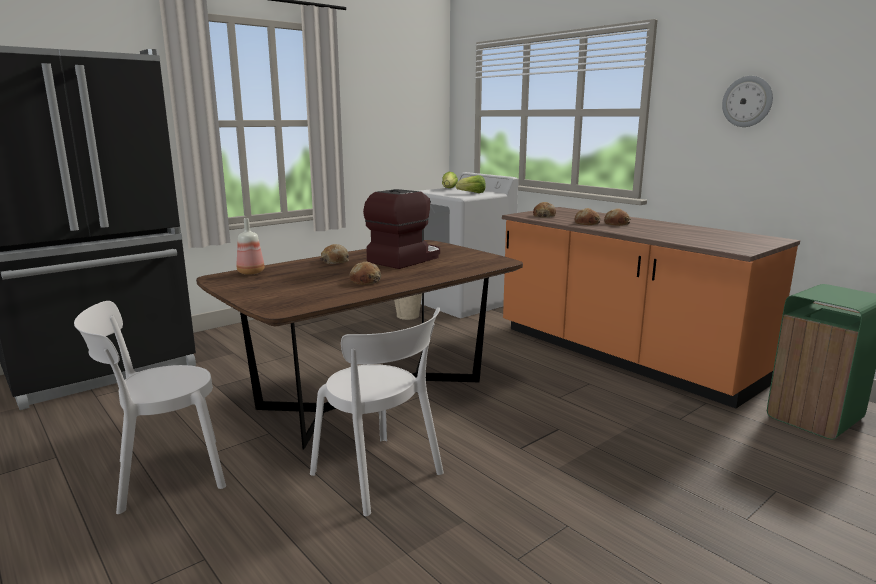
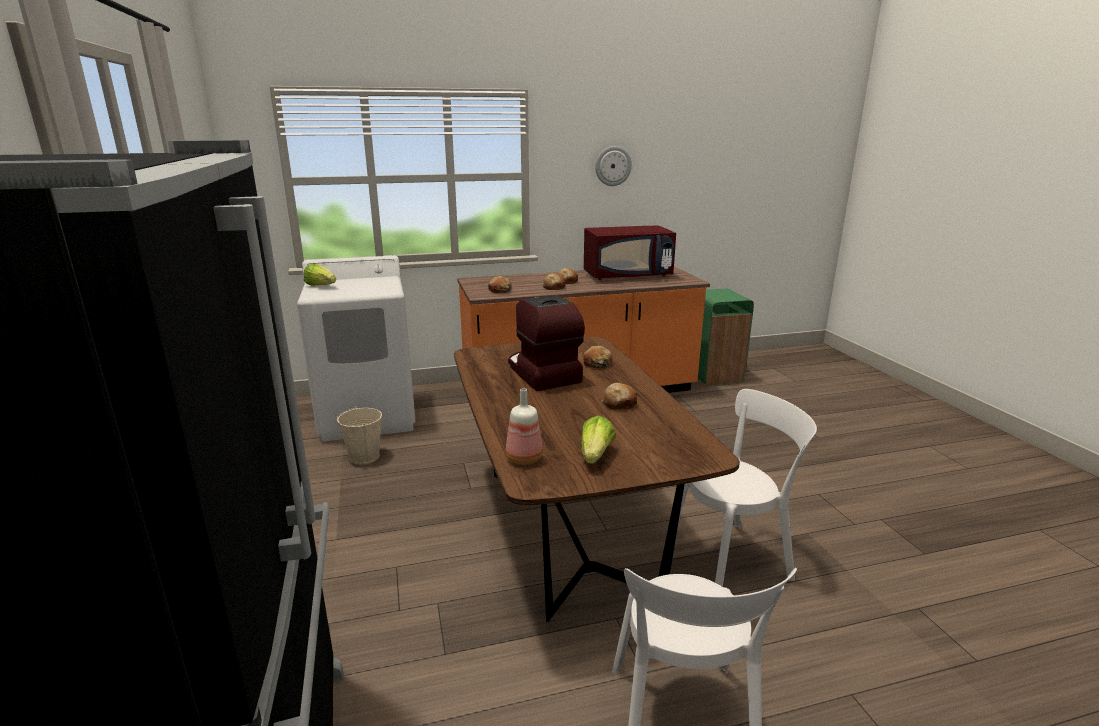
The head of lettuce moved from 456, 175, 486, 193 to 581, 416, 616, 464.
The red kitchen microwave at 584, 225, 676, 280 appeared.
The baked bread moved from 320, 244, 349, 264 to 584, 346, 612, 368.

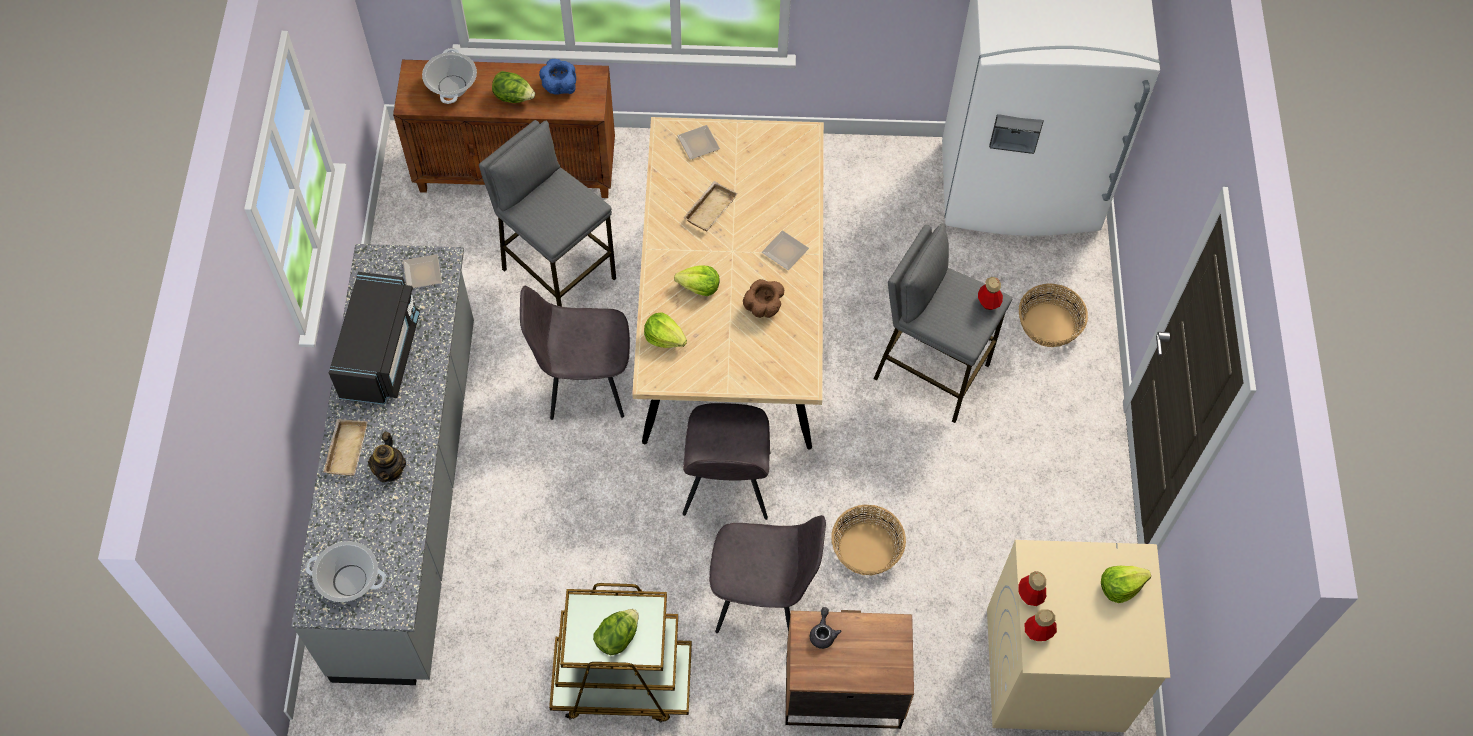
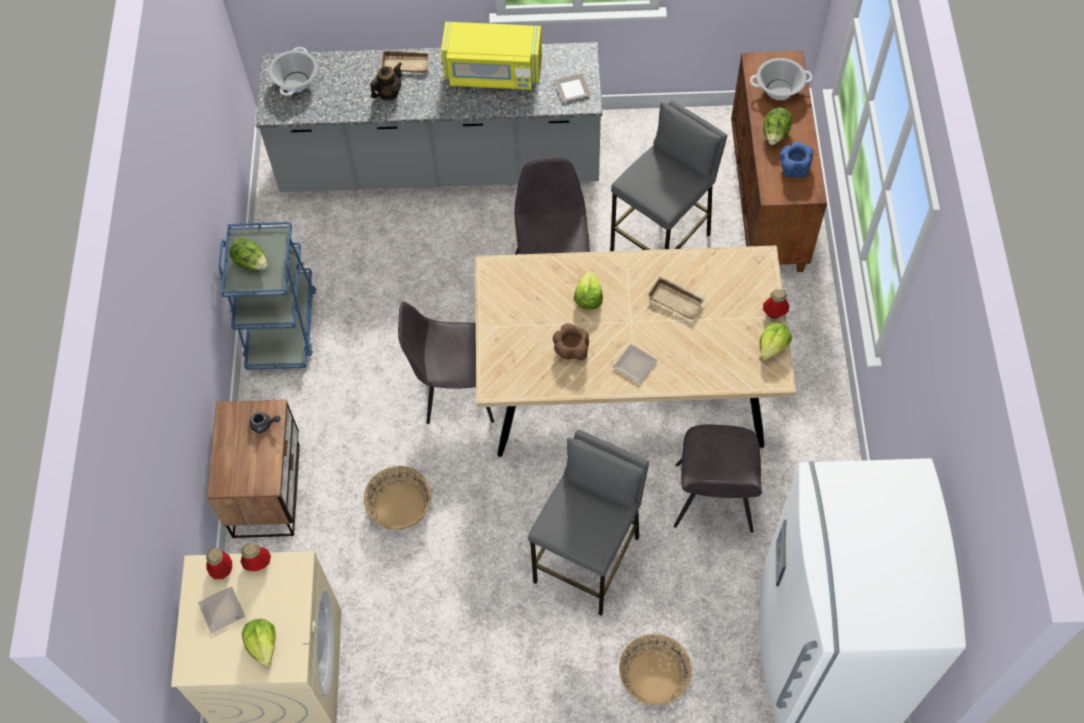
The flat dish moved from 677, 125, 720, 160 to 198, 586, 245, 634.
The brown wheeled cart at 549, 583, 692, 722 became the bluish wheeled cart at 219, 222, 317, 370.
The teapot at 368, 432, 406, 482 turned 135 degrees clockwise.
The black kitchen microwave at 329, 272, 420, 405 became the yellow kitchen microwave at 441, 22, 542, 90.
The greyish chair moved from 709, 515, 826, 633 to 674, 425, 762, 533.
The head of lettuce moved from 644, 312, 687, 348 to 759, 322, 792, 360.
The drink bottle moved from 978, 277, 1003, 310 to 763, 289, 789, 318.

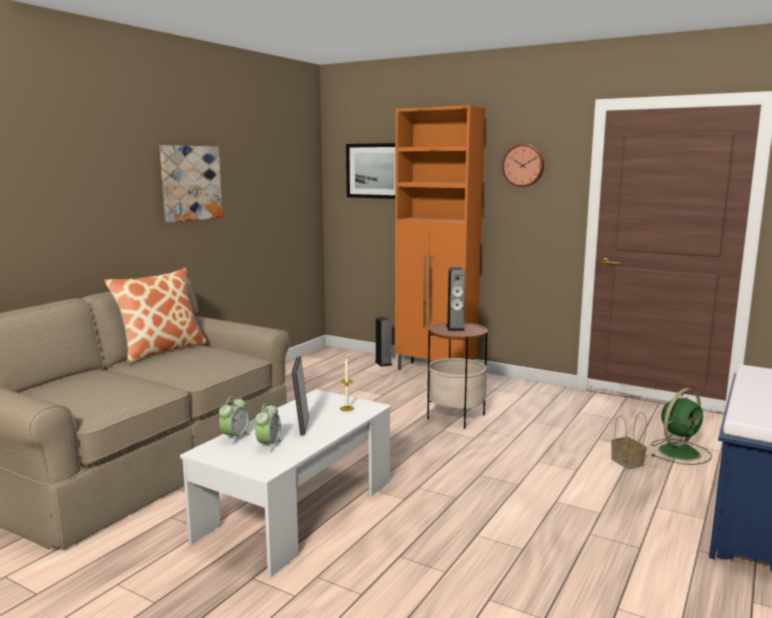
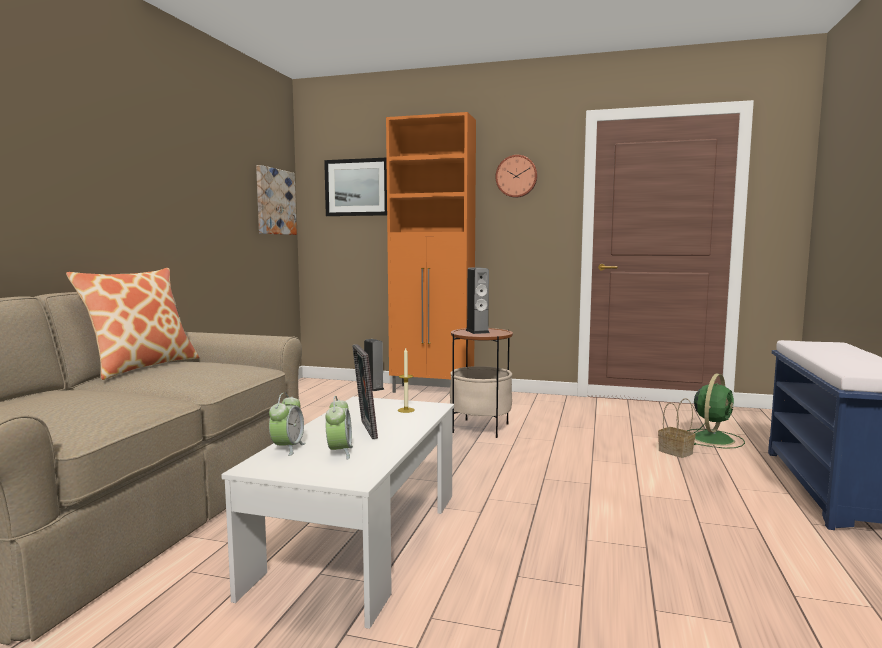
The wall art moved from 160, 145, 223, 223 to 256, 165, 297, 235.

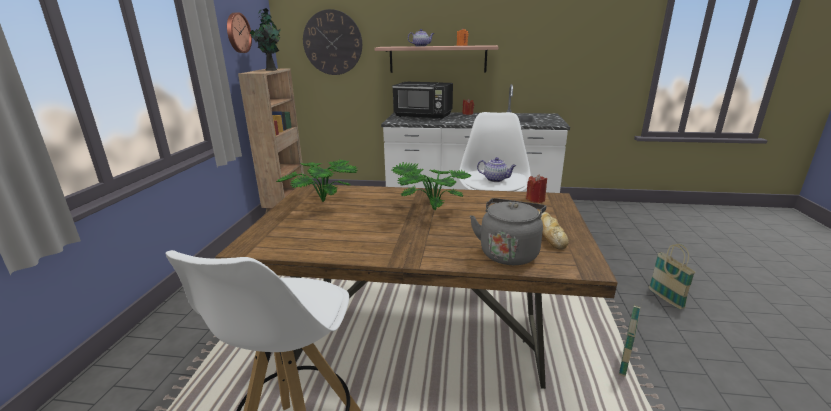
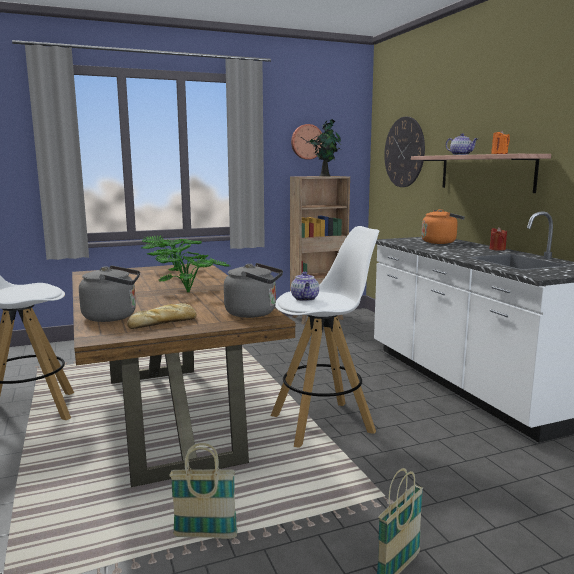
The red candle at 526, 174, 547, 203 was replaced by the greyish kettle at 224, 263, 283, 318.
The black kitchen microwave at 392, 82, 453, 119 was replaced by the orange-coloured kettle at 422, 209, 465, 244.

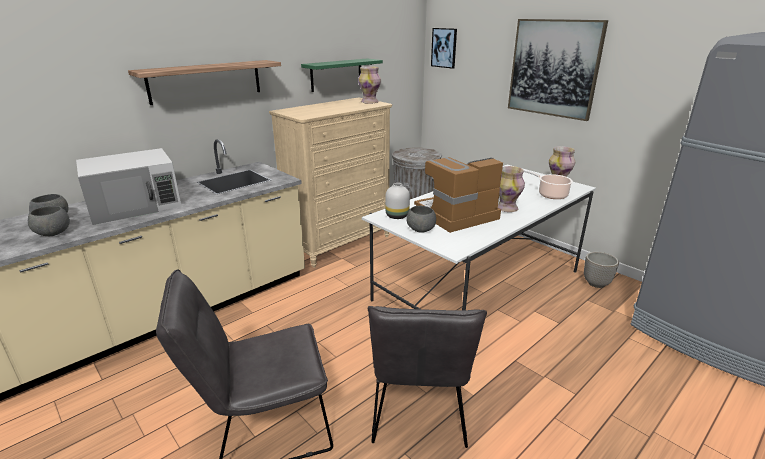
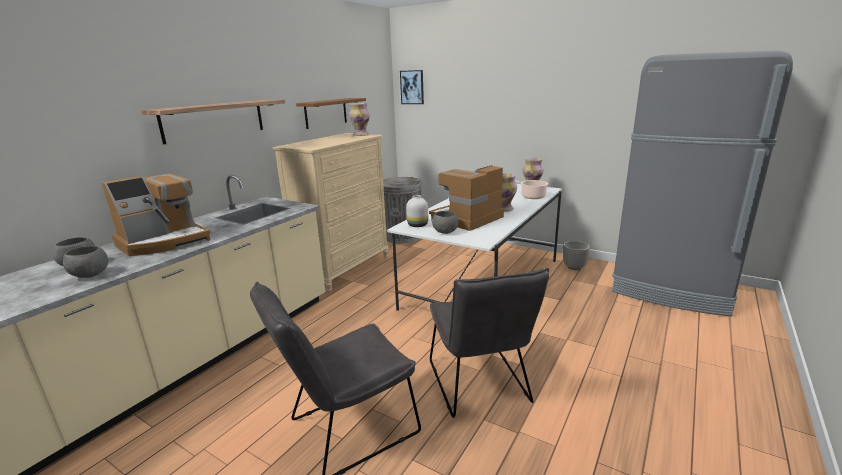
The white-coloured kitchen microwave at 76, 148, 181, 225 was replaced by the coffee machine at 102, 173, 210, 256.
The green shelf at 301, 58, 383, 92 became the brown shelf at 296, 98, 366, 129.
The wall art at 508, 19, 608, 121 disappeared.

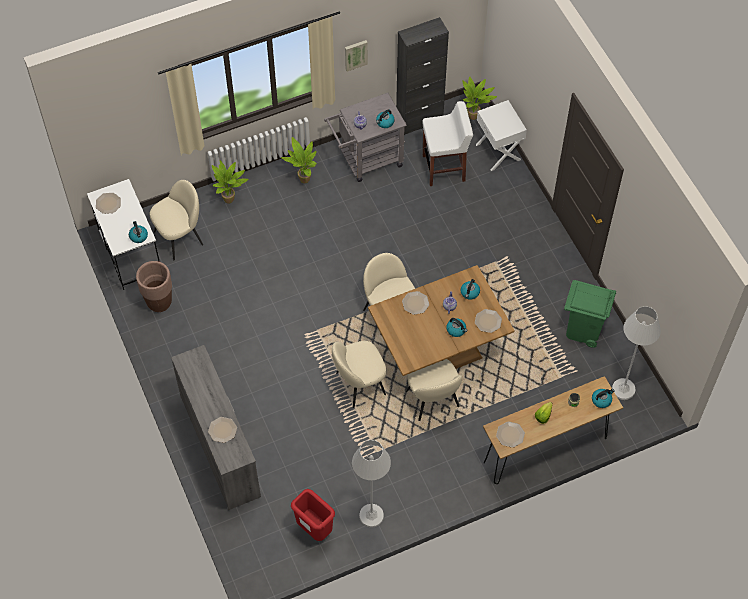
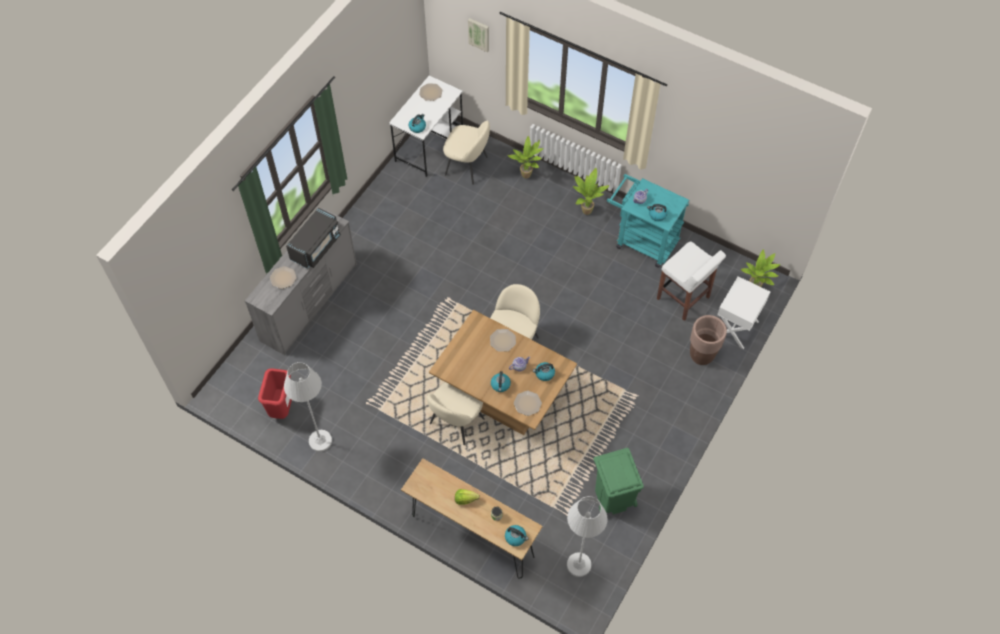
The black kitchen microwave at 286, 207, 341, 269 appeared.
The wall art moved from 345, 40, 368, 72 to 468, 18, 489, 52.
The greyish wheeled cart at 324, 93, 407, 182 became the turquoise wheeled cart at 607, 174, 689, 268.
The brown flower pot moved from 136, 261, 172, 312 to 690, 315, 727, 365.
The sand-coloured chair at 332, 341, 387, 408 disappeared.
The black storage cabinet at 396, 17, 449, 135 disappeared.
The flat dish at 496, 421, 525, 448 disappeared.

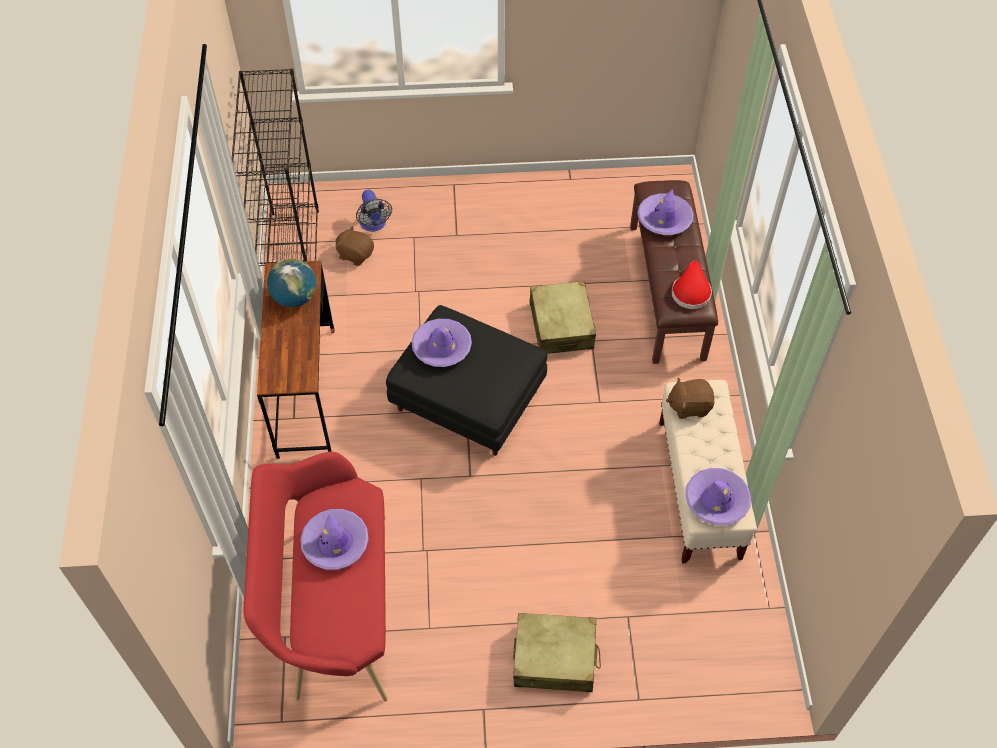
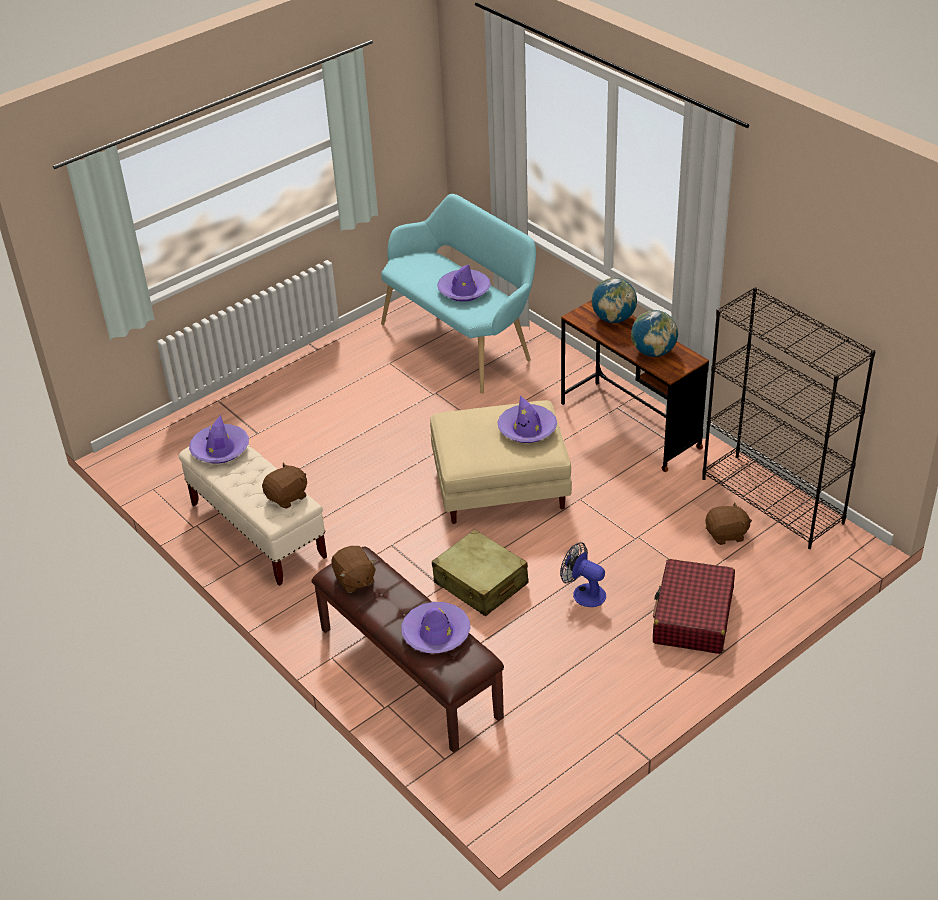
The red hat at 672, 260, 712, 309 was replaced by the brown soft toy at 332, 546, 376, 593.
The red indoor bench at 244, 452, 388, 702 became the turquoise indoor bench at 381, 194, 536, 394.
The black ottoman at 386, 305, 547, 456 became the sand-coloured ottoman at 430, 400, 572, 524.
The cooling fan moved from 356, 190, 392, 232 to 560, 542, 606, 607.
The world globe at 592, 278, 637, 323 appeared.
The red suitcase at 653, 559, 735, 654 appeared.
The sand-coloured suitcase at 513, 613, 601, 692 disappeared.

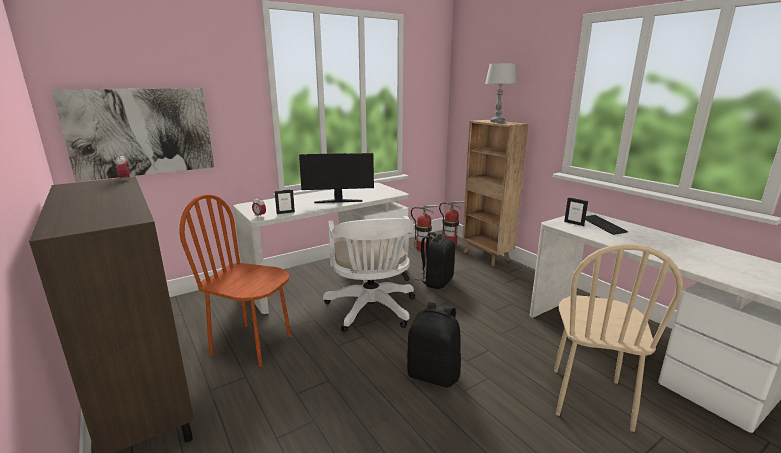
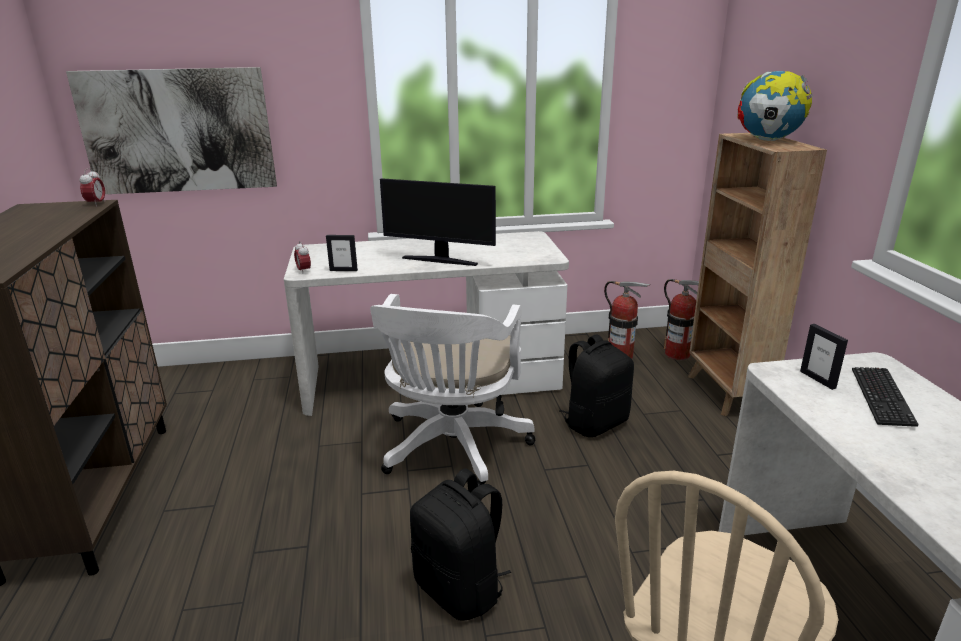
The greyish lamp for a table at 485, 63, 517, 123 was replaced by the world globe at 737, 71, 813, 141.
The brown chair at 180, 194, 291, 367 disappeared.

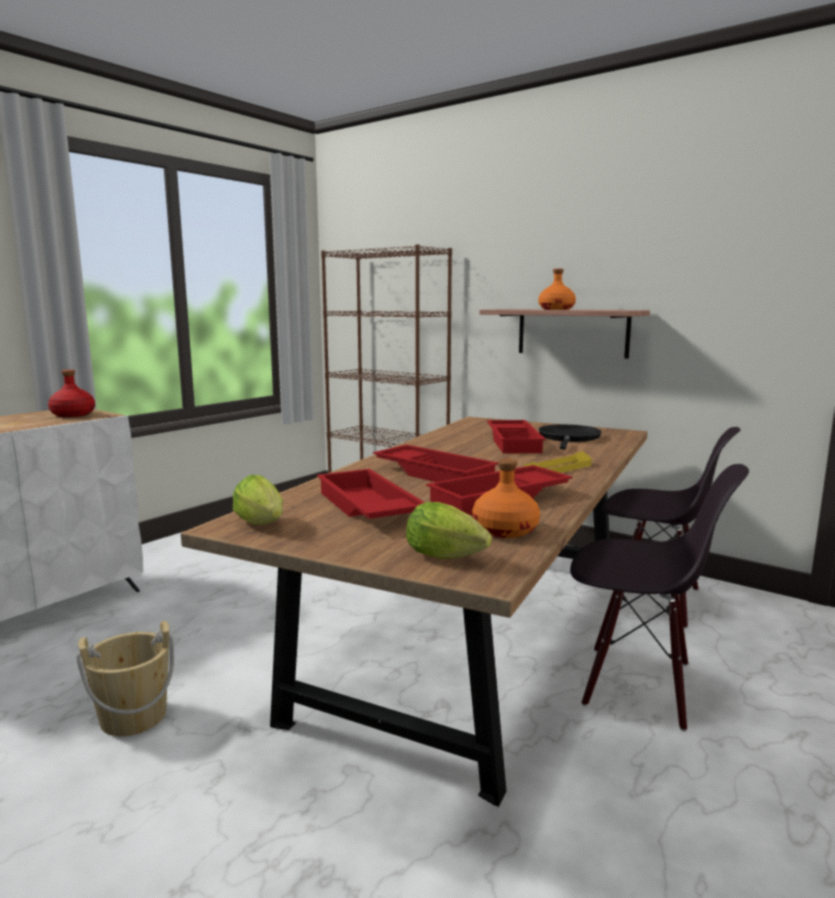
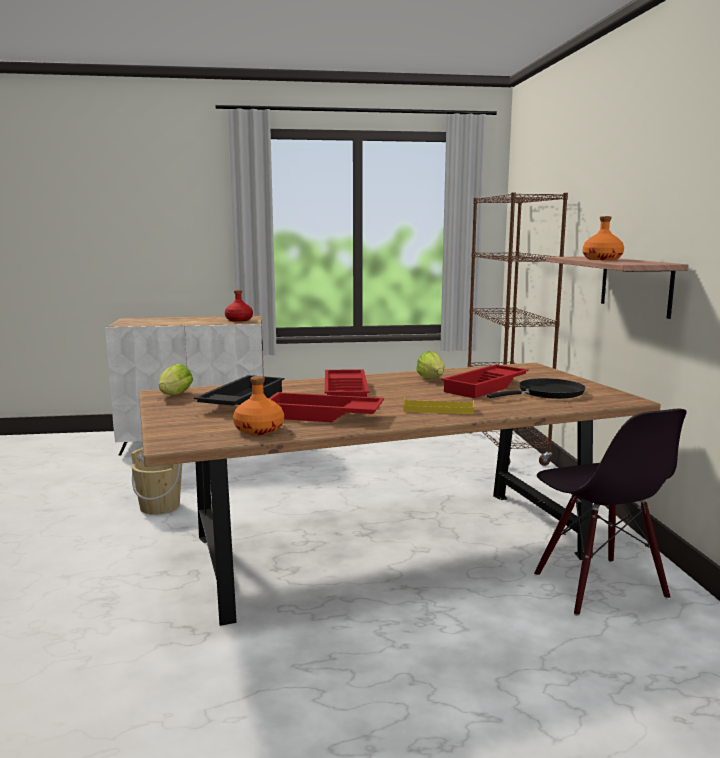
The red tray at 317, 469, 425, 519 became the black tray at 194, 375, 284, 406.
The head of lettuce moved from 406, 502, 492, 559 to 416, 351, 445, 379.
The black chair at 570, 464, 749, 731 disappeared.

